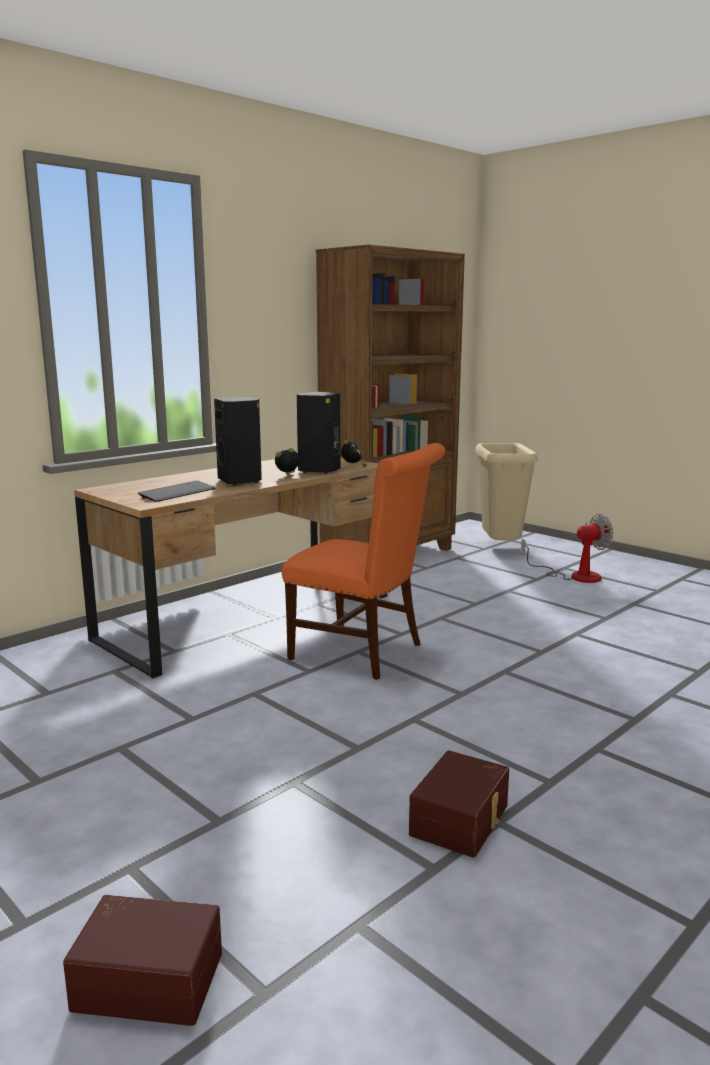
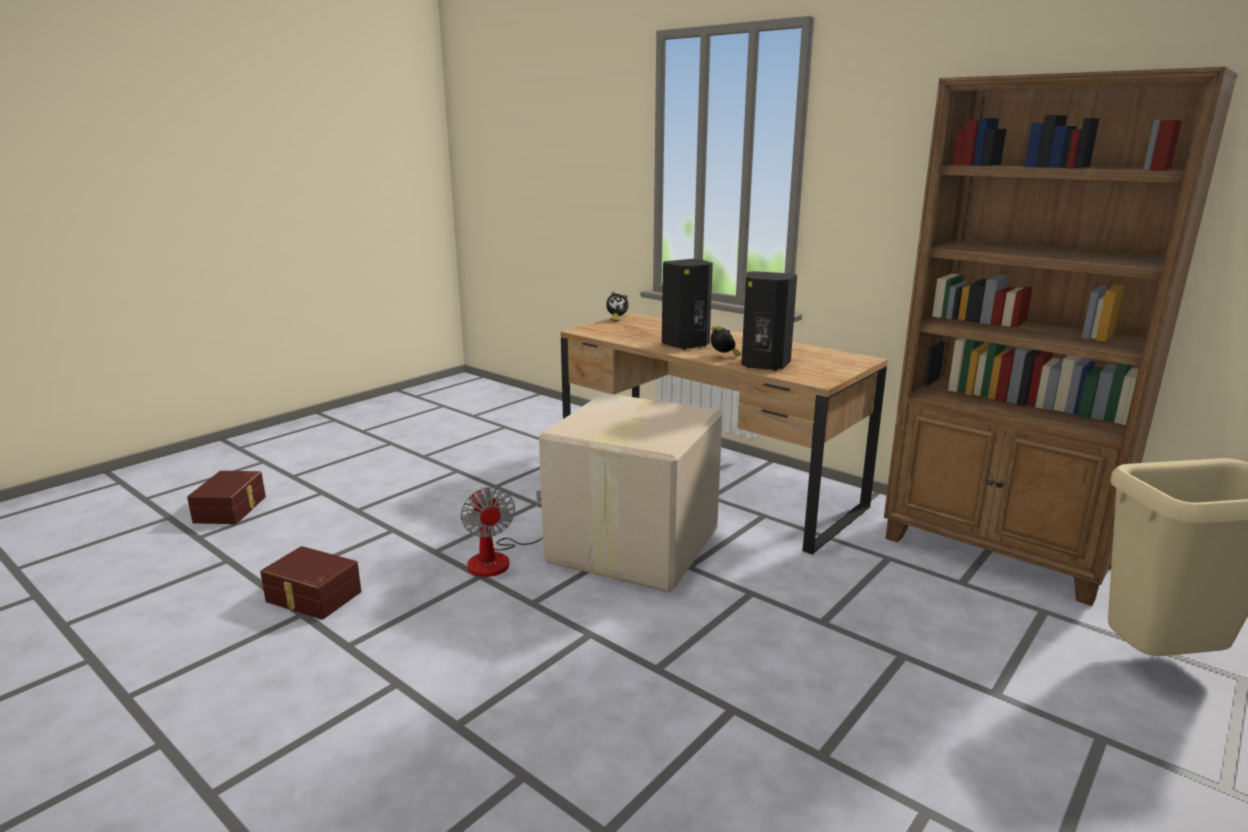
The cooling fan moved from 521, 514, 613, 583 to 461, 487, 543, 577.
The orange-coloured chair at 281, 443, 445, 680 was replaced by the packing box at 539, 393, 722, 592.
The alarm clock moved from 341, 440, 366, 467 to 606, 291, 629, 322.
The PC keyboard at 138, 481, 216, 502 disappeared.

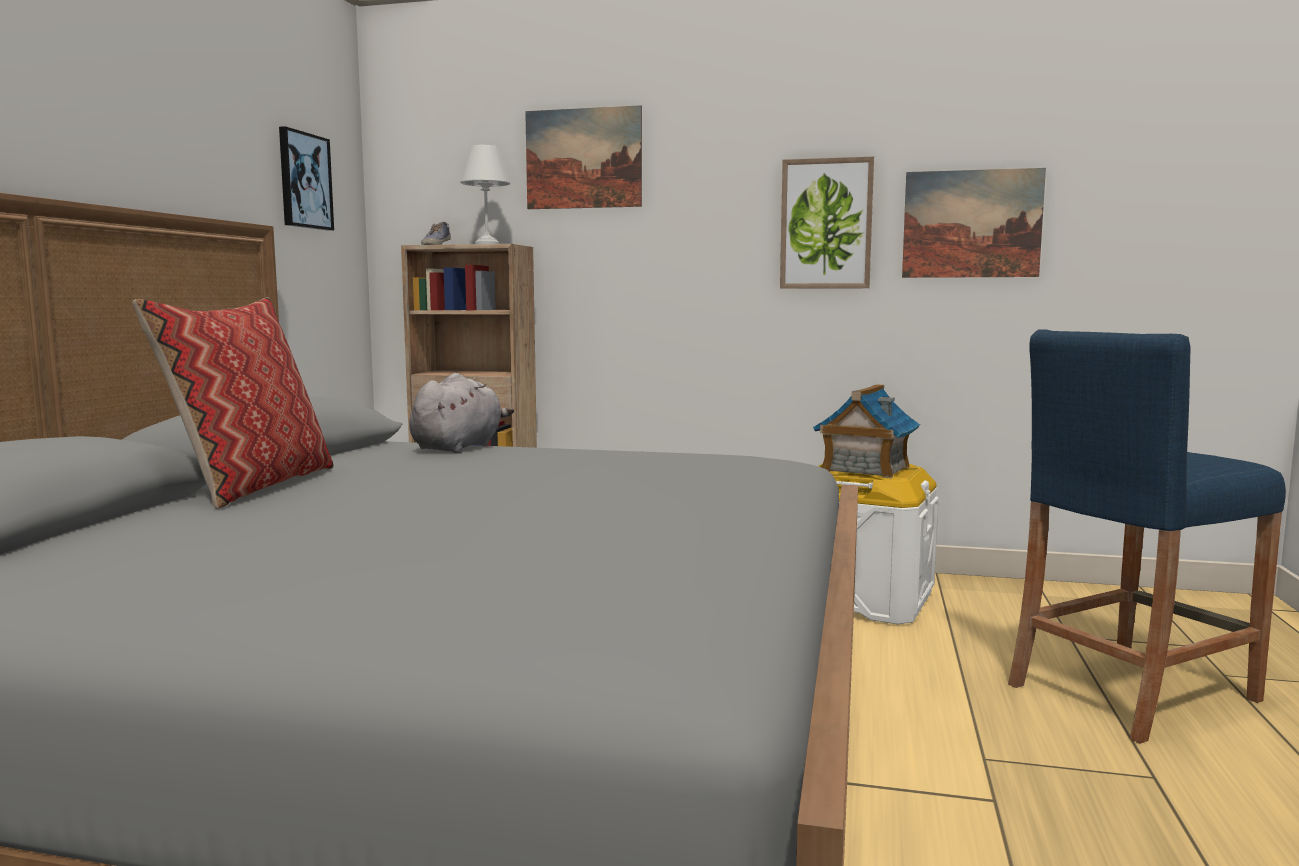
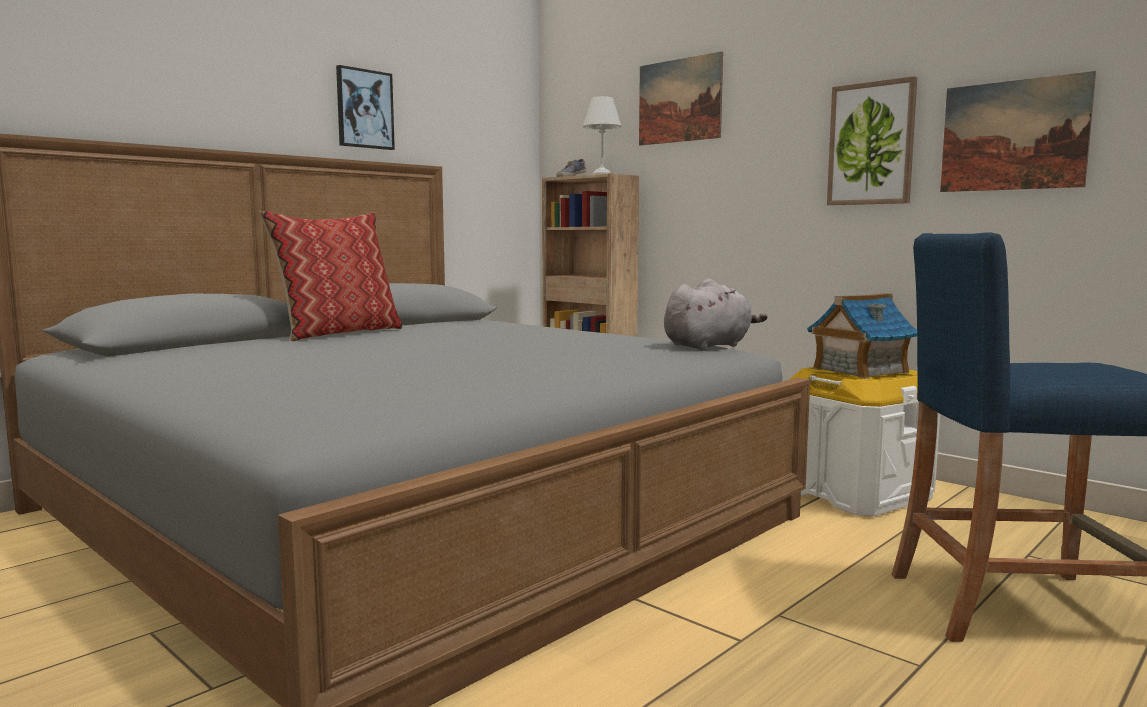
The wall art moved from 279, 126, 334, 231 to 336, 65, 395, 150.
The greyish soft toy moved from 409, 373, 514, 453 to 664, 279, 767, 351.

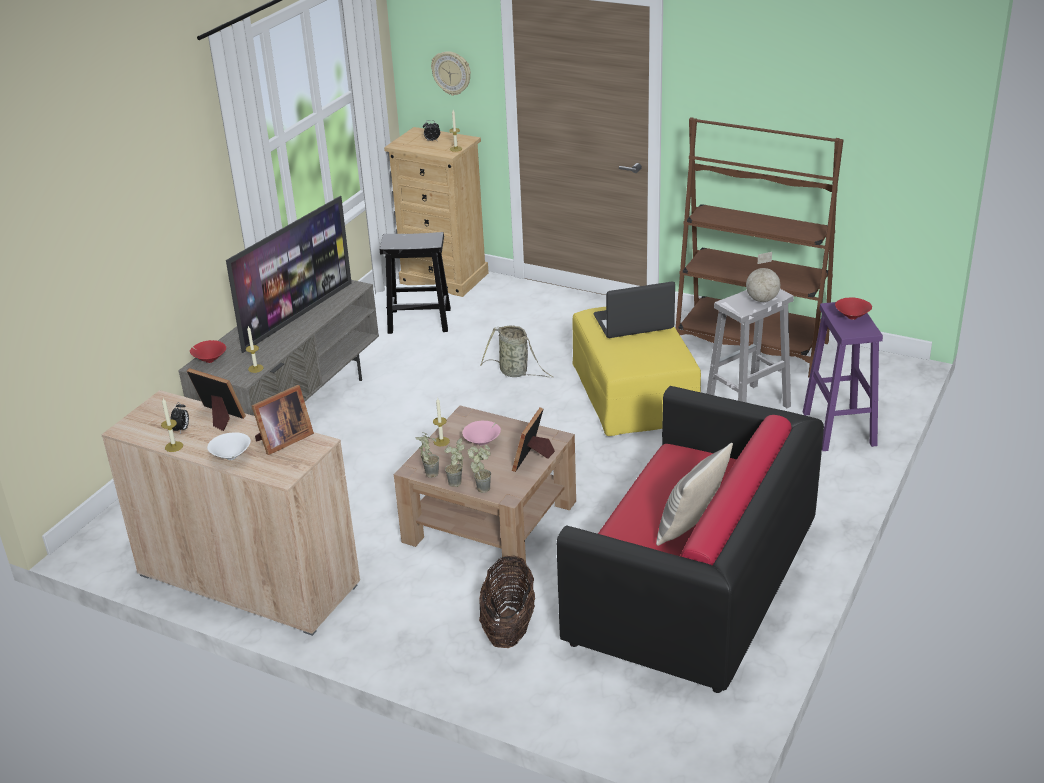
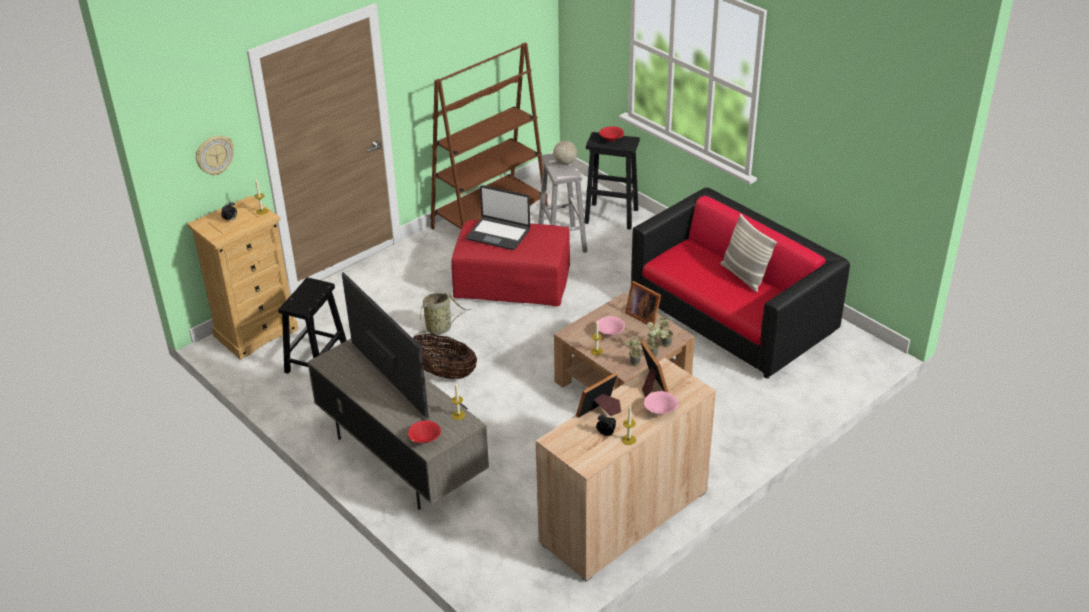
The basket moved from 479, 555, 535, 648 to 413, 334, 477, 379.
The yellow ottoman at 572, 307, 701, 436 became the red ottoman at 451, 220, 570, 306.
The laptop at 594, 282, 675, 338 turned 75 degrees counterclockwise.
The purple-coloured stool seat at 803, 302, 883, 451 became the black stool seat at 584, 132, 640, 230.
The white-coloured serving bowl at 207, 432, 251, 460 became the pinkish serving bowl at 644, 391, 679, 414.

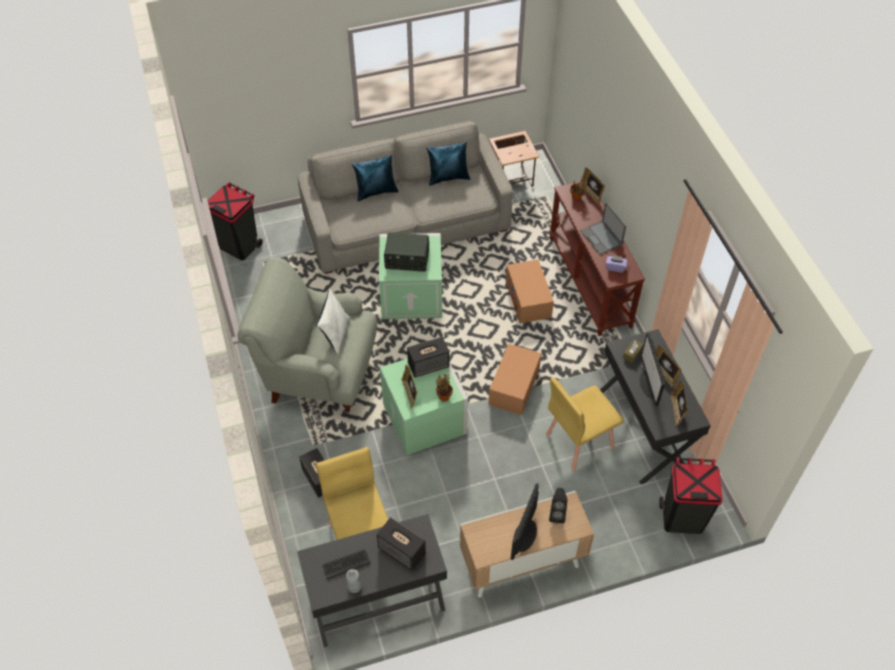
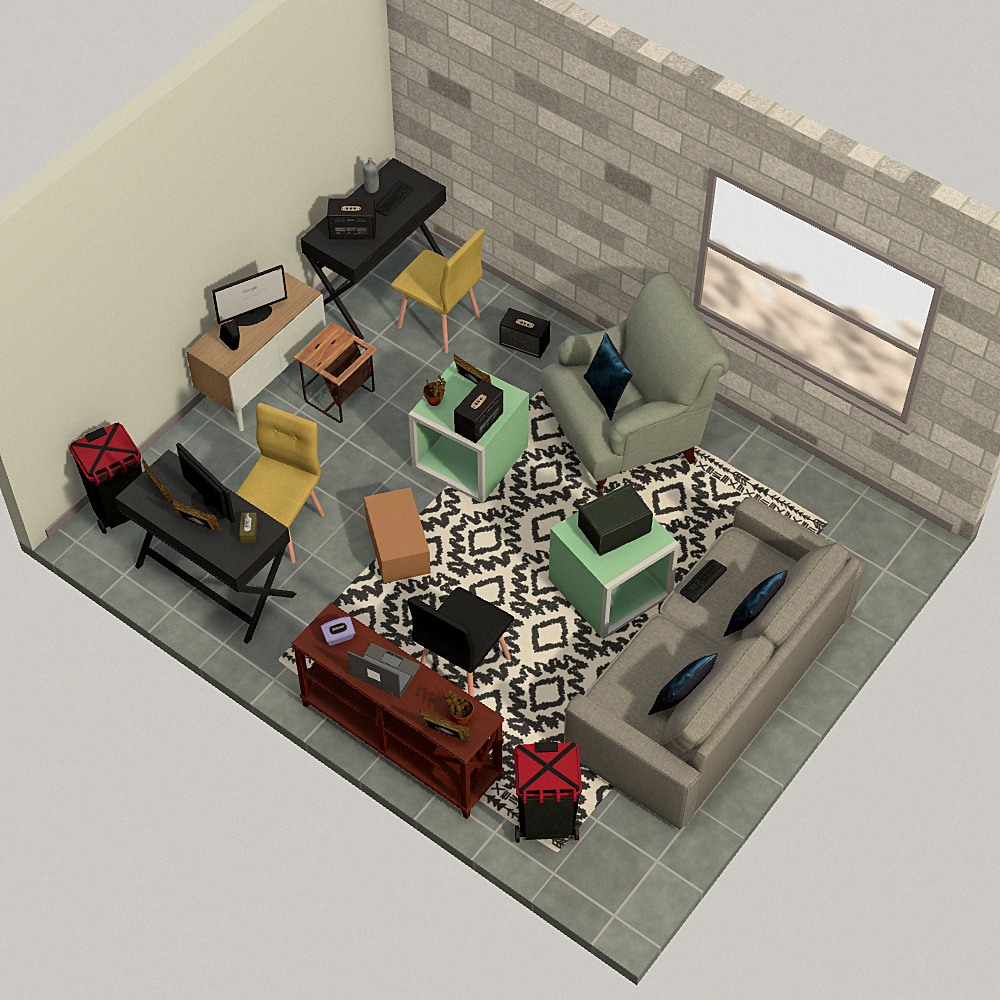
The computer display at 511, 483, 539, 560 turned 75 degrees clockwise.
The side table moved from 489, 131, 539, 187 to 293, 322, 377, 423.
The packing box at 506, 260, 554, 323 was replaced by the black chair at 407, 587, 514, 697.
The black rubbish bin moved from 208, 182, 263, 260 to 514, 742, 582, 843.
The white-coloured cushion at 317, 289, 350, 355 became the bluish cushion at 583, 333, 633, 420.
The PC keyboard at 680, 559, 727, 603 appeared.

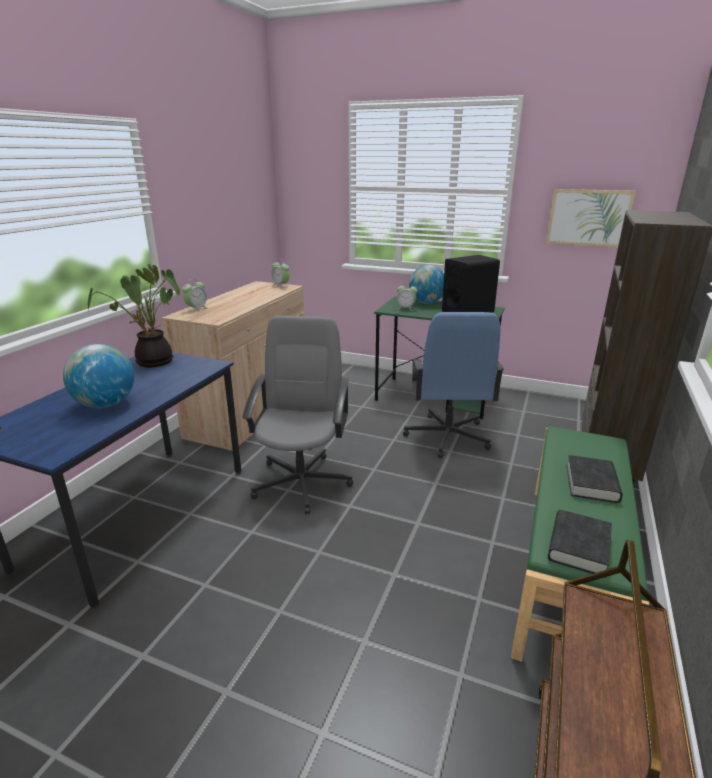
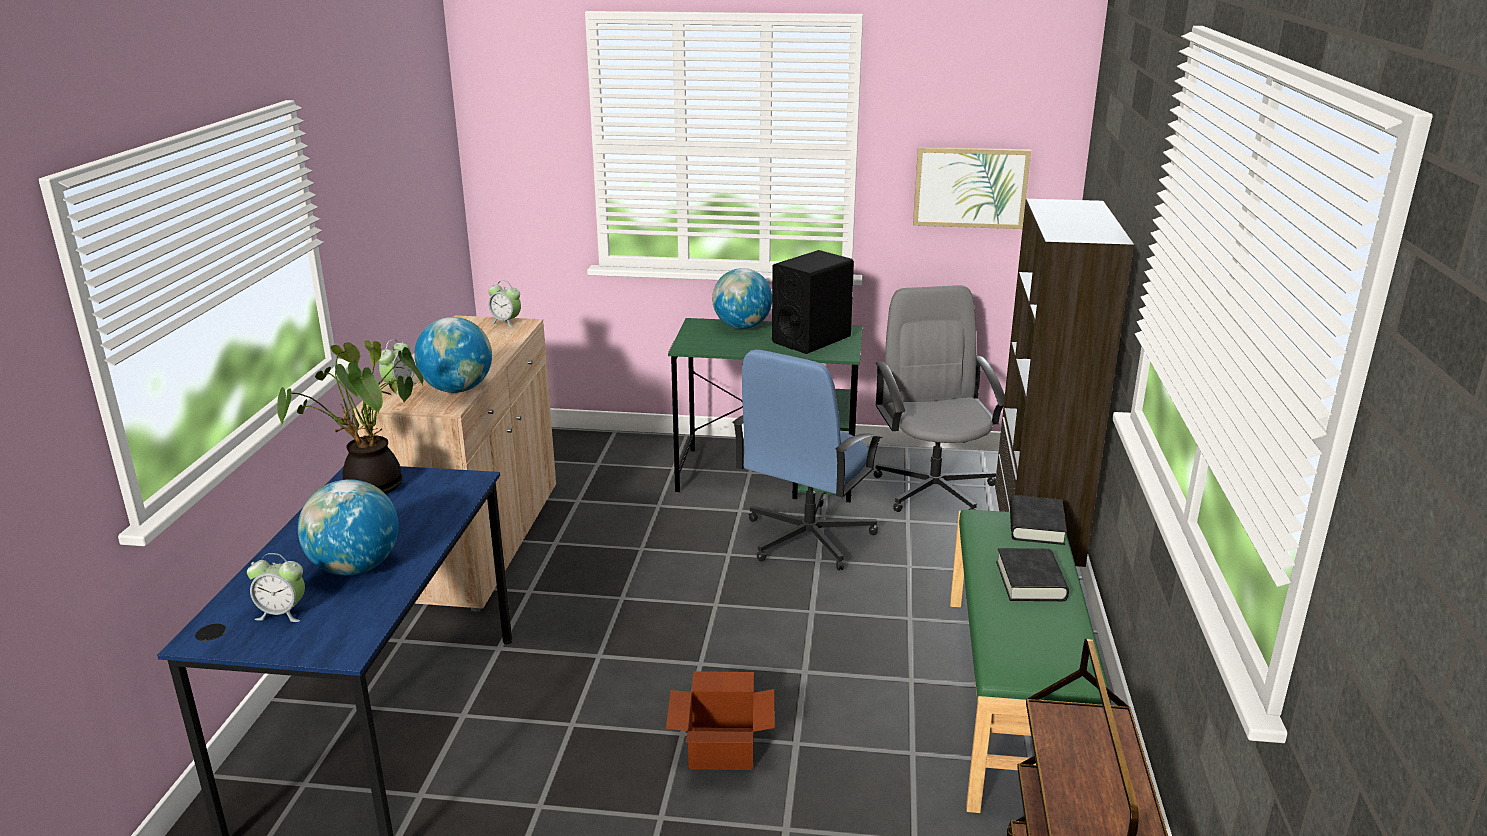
The alarm clock moved from 397, 283, 418, 311 to 247, 553, 305, 622.
The world globe at 414, 317, 492, 393 appeared.
The packing box at 666, 671, 775, 770 appeared.
The bluish desk chair at 403, 312, 504, 458 turned 45 degrees clockwise.
The greyish desk chair moved from 242, 315, 354, 514 to 874, 285, 1005, 512.
The black book moved from 548, 510, 612, 578 to 1010, 495, 1067, 545.

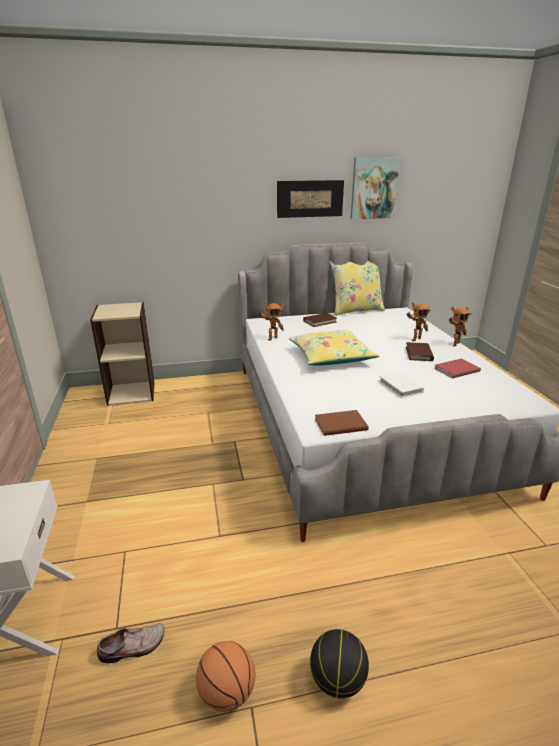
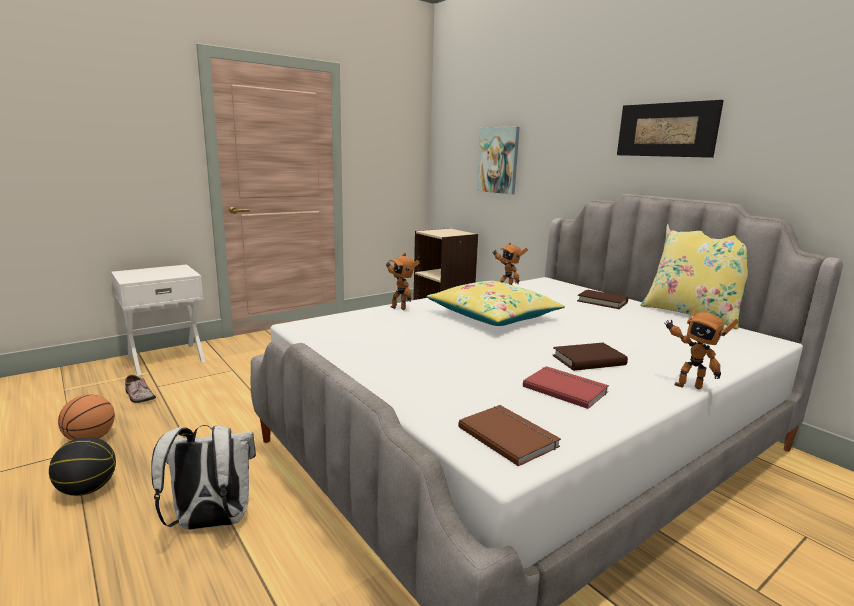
The white-coloured knapsack at 151, 425, 256, 530 appeared.
The toy robot moved from 407, 302, 431, 341 to 386, 253, 420, 310.
The brown book moved from 315, 410, 368, 436 to 458, 405, 561, 467.
The wall art moved from 351, 157, 400, 219 to 477, 127, 520, 195.
The white-coloured book at 379, 372, 424, 398 disappeared.

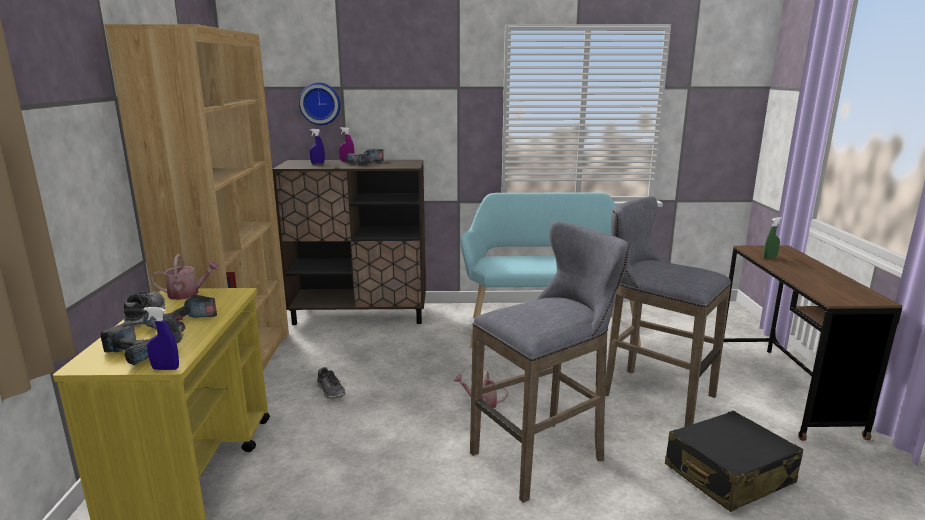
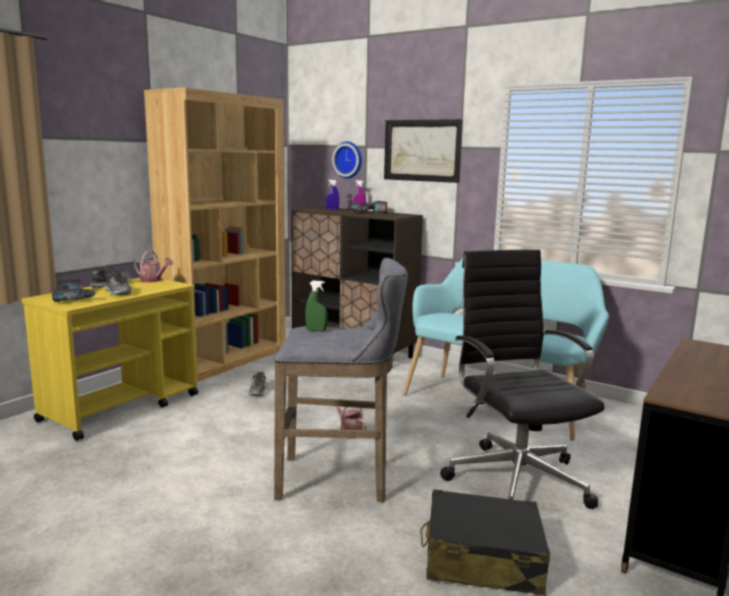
The drill at 143, 294, 217, 333 was replaced by the item of footwear at 105, 272, 132, 296.
The green spray bottle moved from 763, 217, 782, 259 to 305, 281, 328, 331.
The wall art at 384, 119, 463, 183 appeared.
The greyish stool seat at 605, 196, 731, 427 was replaced by the black desk chair at 440, 250, 604, 509.
The bluish spray bottle at 144, 307, 179, 370 disappeared.

